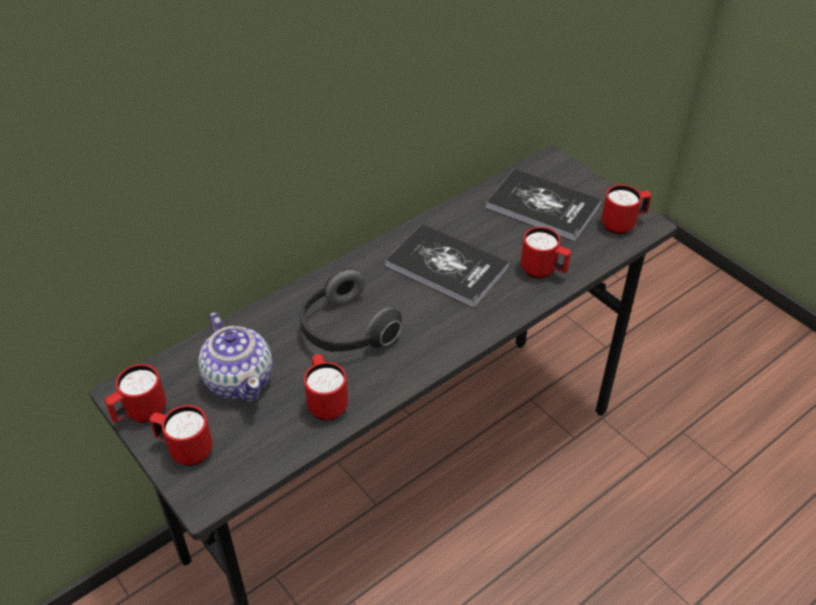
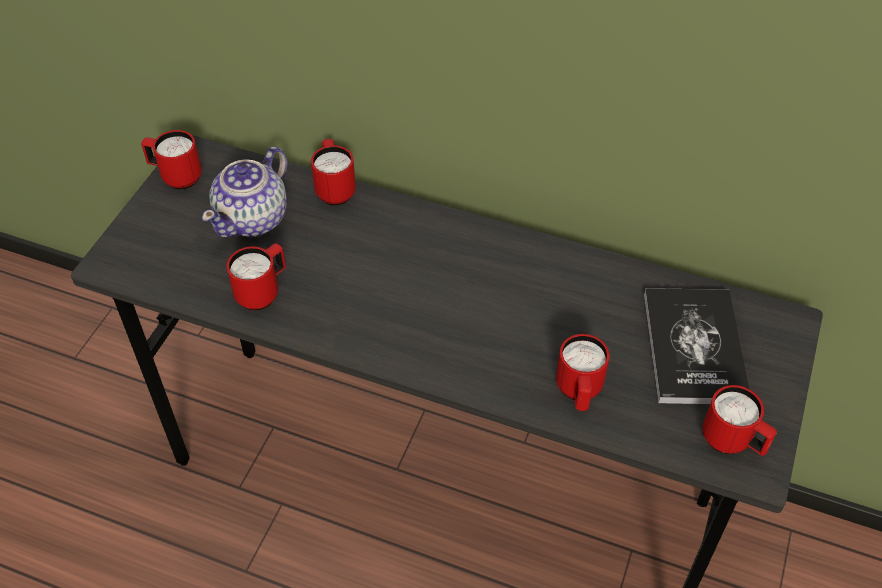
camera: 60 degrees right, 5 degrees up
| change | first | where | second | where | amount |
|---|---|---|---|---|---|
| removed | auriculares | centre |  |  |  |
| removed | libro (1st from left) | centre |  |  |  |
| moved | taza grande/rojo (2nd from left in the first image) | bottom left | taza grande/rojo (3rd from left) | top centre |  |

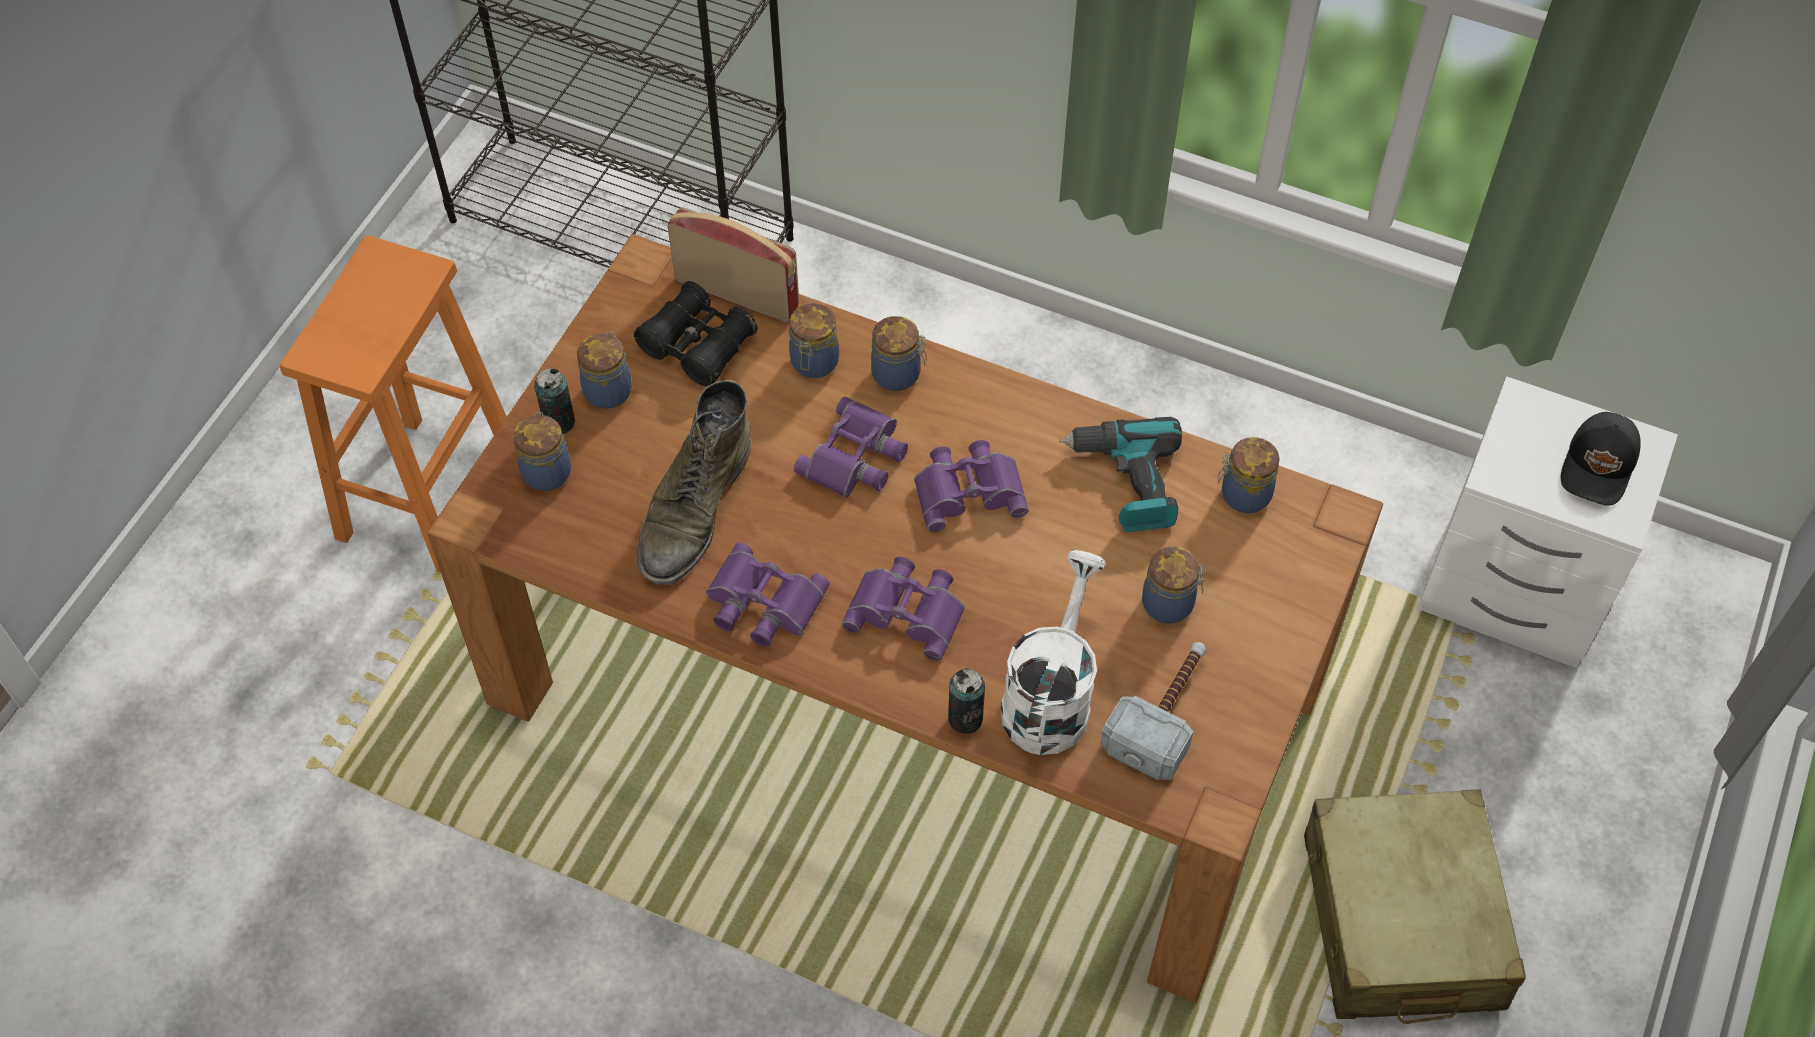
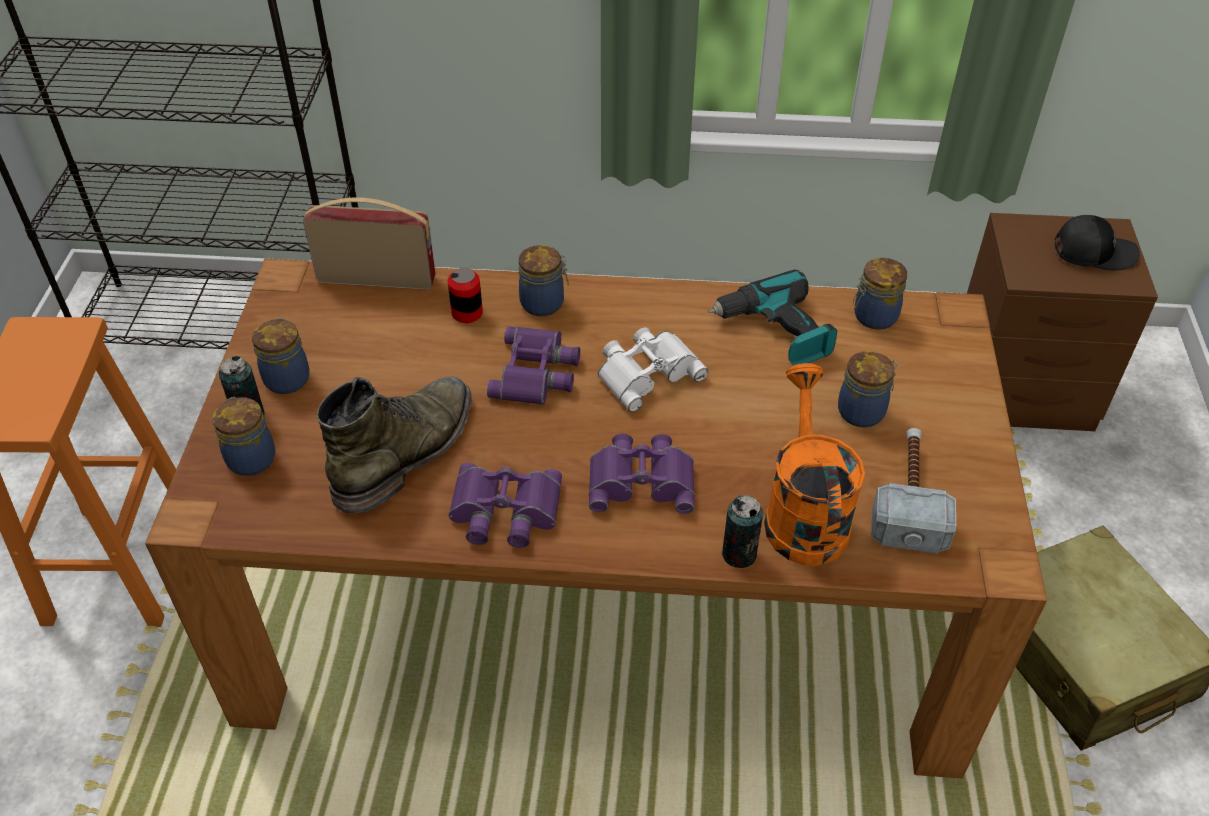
camera: 20 degrees left, 10 degrees down
| change | first | where | second | where | amount |
|---|---|---|---|---|---|
| removed | prismáticos/negro | top centre |  |  |  |
| replaced | tarro (3rd from left) | top centre | lata (2nd from left) | centre |  |
| recoloured | prismáticos/morado (4th from left) | centre | prismáticos/blanco | centre |  |
| recoloured | regadera/blanco | centre | regadera/naranja | middle right |  |
| recoloured | mesita de noche/blanco | middle right | mesita de noche/marrón | middle right |  |
| turned | bota/verde | centre |  | middle left | 150 degrees counterclockwise |
| turned | gorra/negro | middle right |  | top right | 90 degrees counterclockwise |

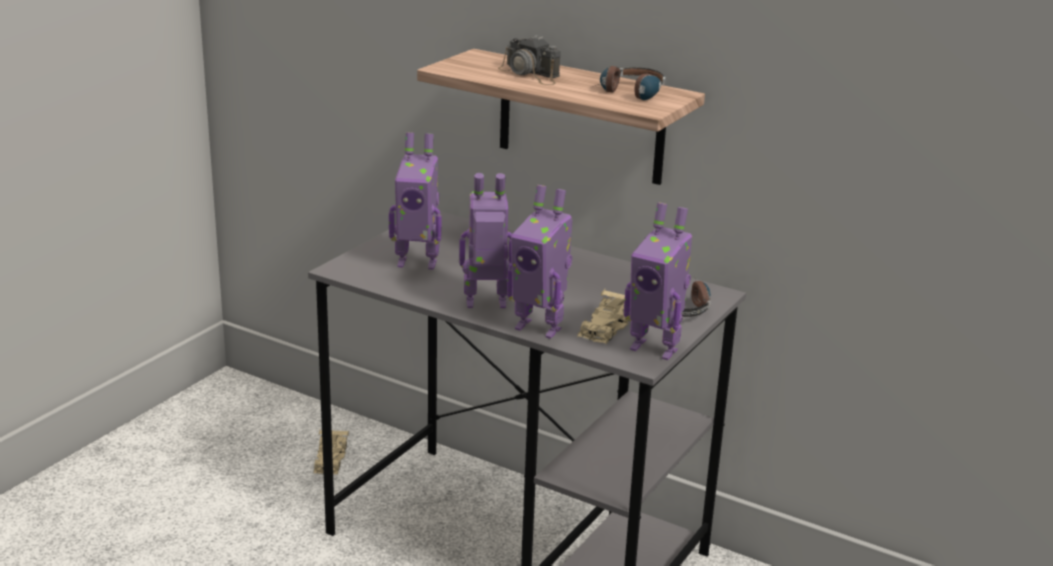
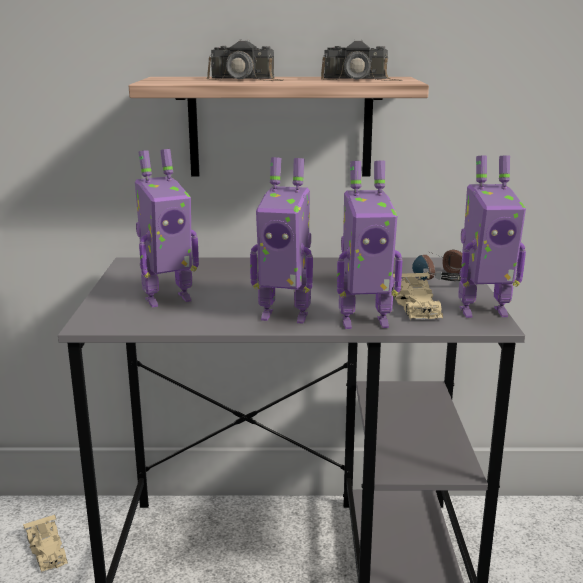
camera: 30 degrees left, 5 degrees down
| change | first | where | second | where | amount |
|---|---|---|---|---|---|
| replaced | auriculares (1st from left) | top centre | cámara (2nd from left) | top centre |  |
| turned | robot de juguete (2nd from left) | centre |  | centre | 135 degrees counterclockwise |

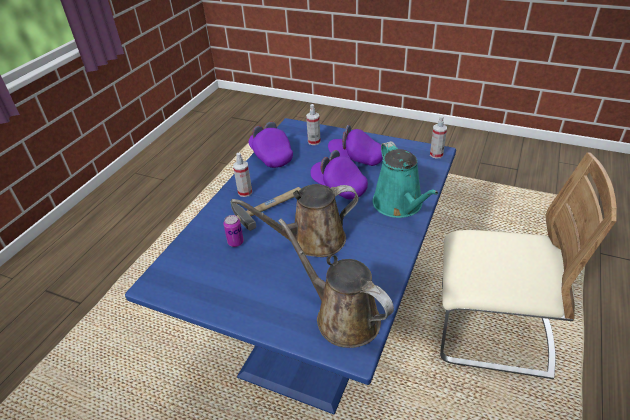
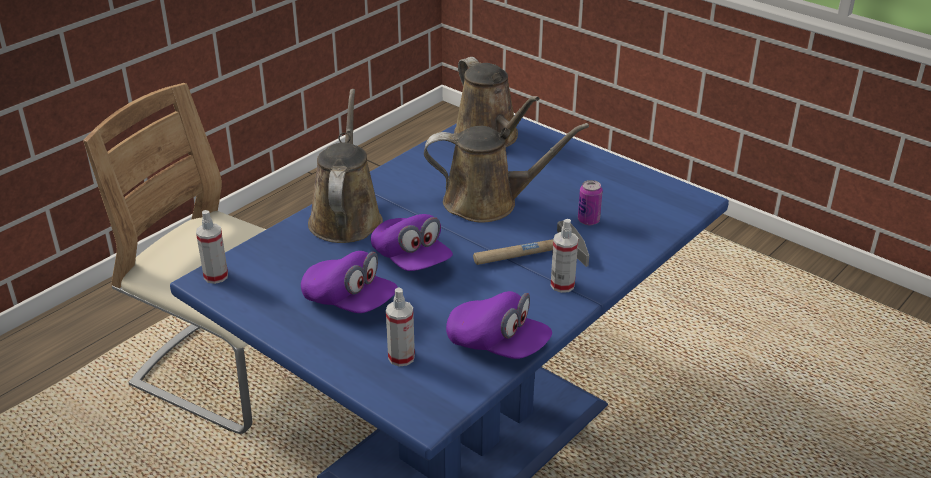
camera: 165 degrees left, 5 degrees down
| change | first | where | second | where | amount |
|---|---|---|---|---|---|
| recoloured | regadera/turquesa | centre | regadera/marrón (1st from left) | centre |  |
| turned | gorra/morado (1st from left in the first image) | centre | gorra/morado (3rd from left) | bottom centre | 45 degrees counterclockwise |

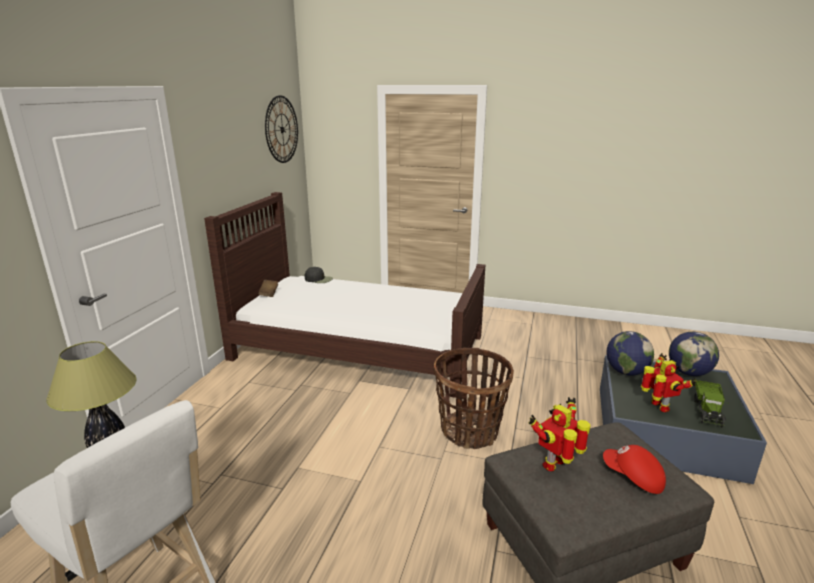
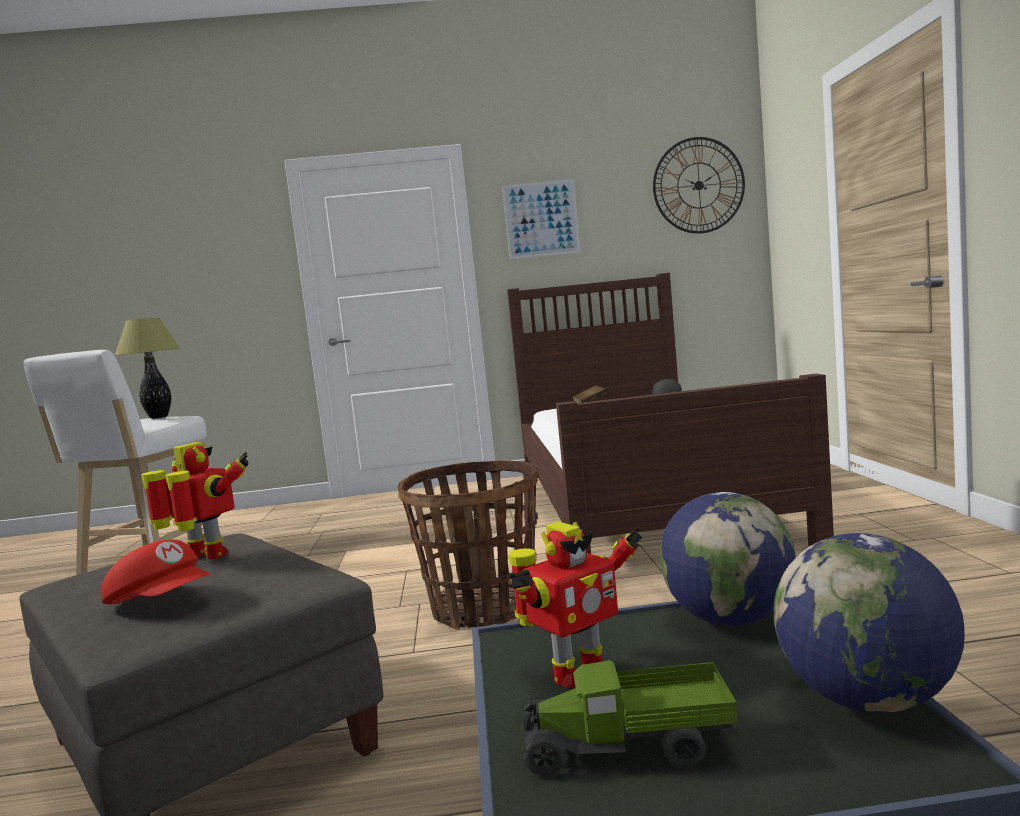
camera: 70 degrees right, 15 degrees down
| change | first | where | second | where | amount |
|---|---|---|---|---|---|
| added |  |  | cuadro | top centre |  |
| turned | gorra/rojo | bottom right |  | bottom left | 105 degrees clockwise |

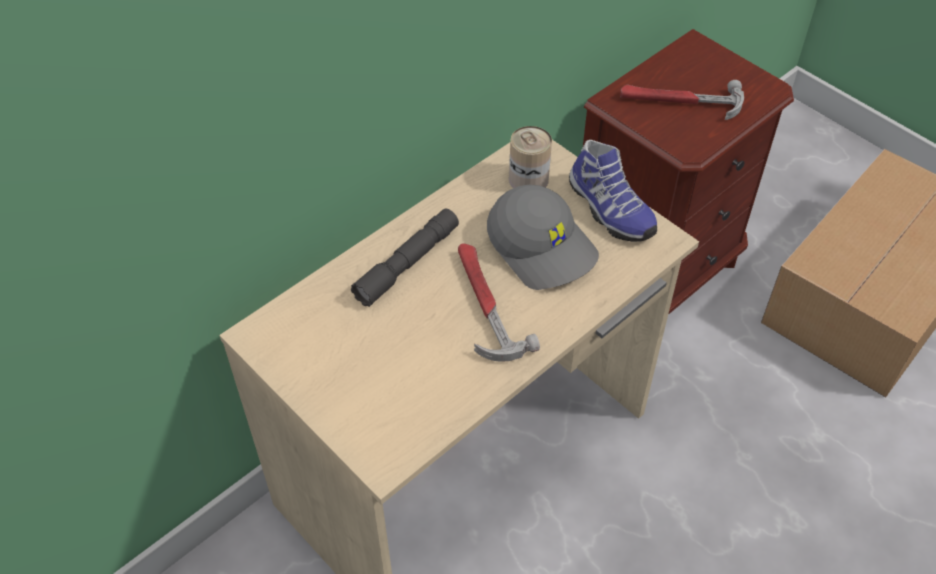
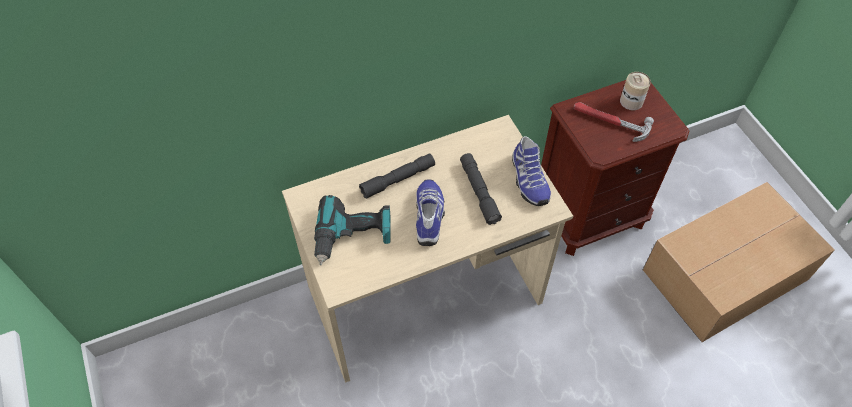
camera: 20 degrees right, 5 degrees up
| change | first | where | second | where | amount |
|---|---|---|---|---|---|
| added |  |  | taladro | centre |  |
| moved | lata | top centre |  | top right |  |
| replaced | martillo (1st from left) | centre | zapato (1st from left) | centre |  |
| replaced | gorra/gris | centre | linterna/gris (2nd from left) | centre |  |

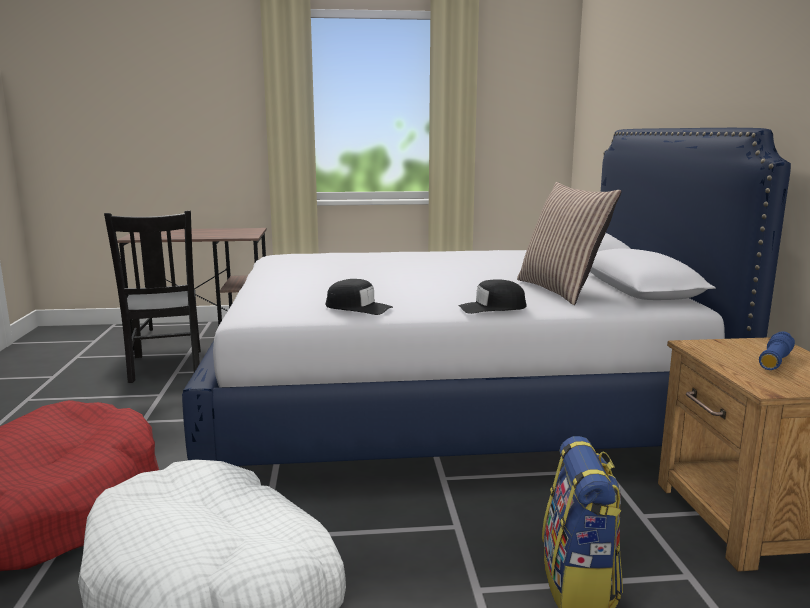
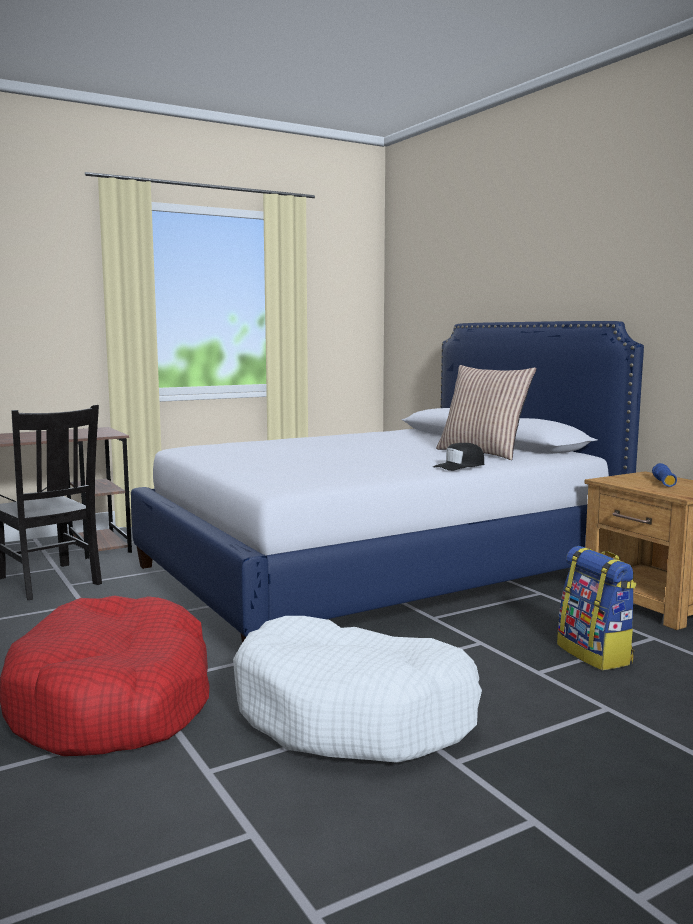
camera: 25 degrees left, 5 degrees down
| change | first | where | second | where | amount |
|---|---|---|---|---|---|
| removed | gorra/negro (1st from left) | centre |  |  |  |

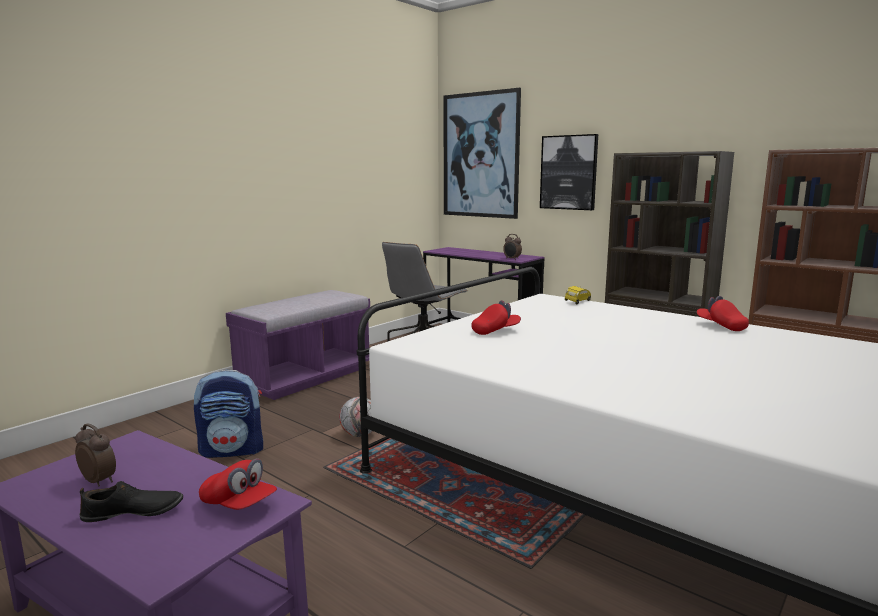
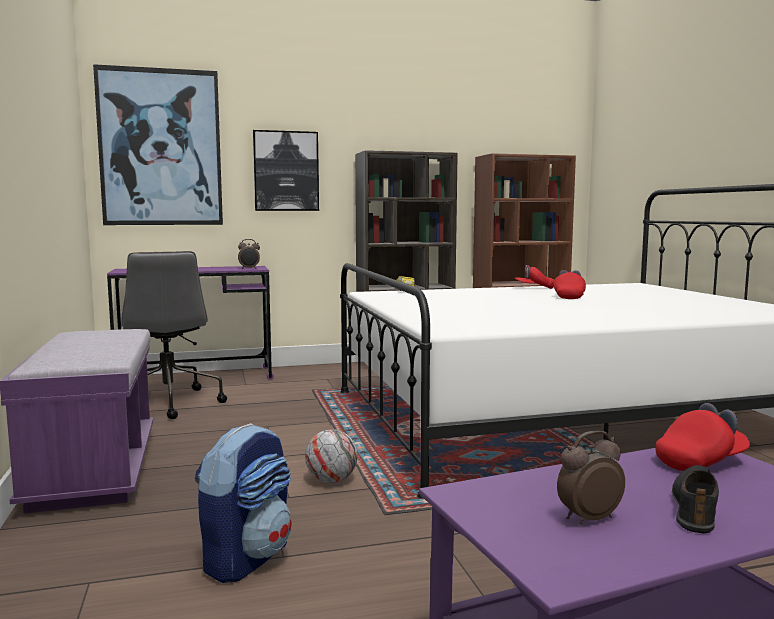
camera: 55 degrees left, 5 degrees down
| change | first | where | second | where | amount |
|---|---|---|---|---|---|
| moved | gorra/rojo (2nd from left) | centre |  | middle right |  |

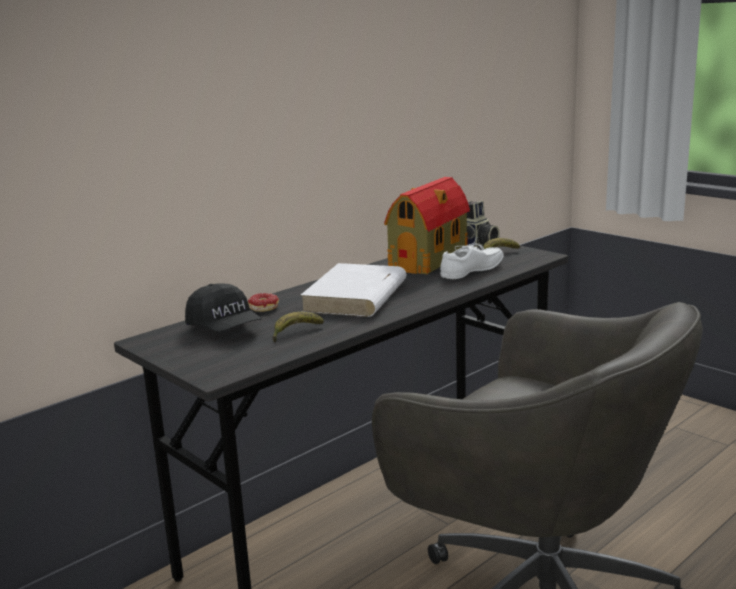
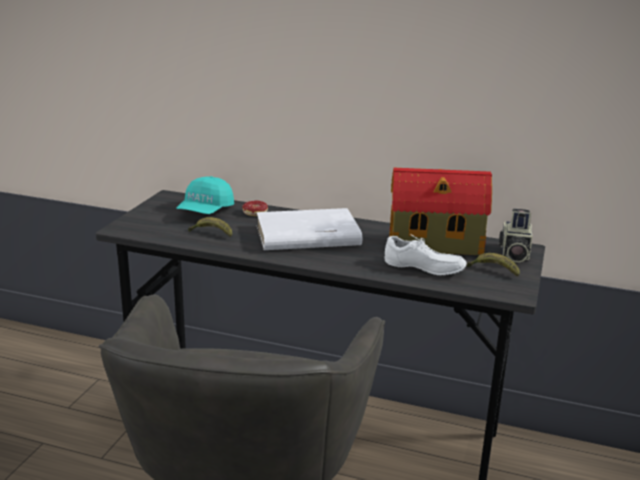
camera: 60 degrees right, 5 degrees up
| change | first | where | second | where | amount |
|---|---|---|---|---|---|
| recoloured | gorra/negro | middle left | gorra/turquesa | middle left |  |

